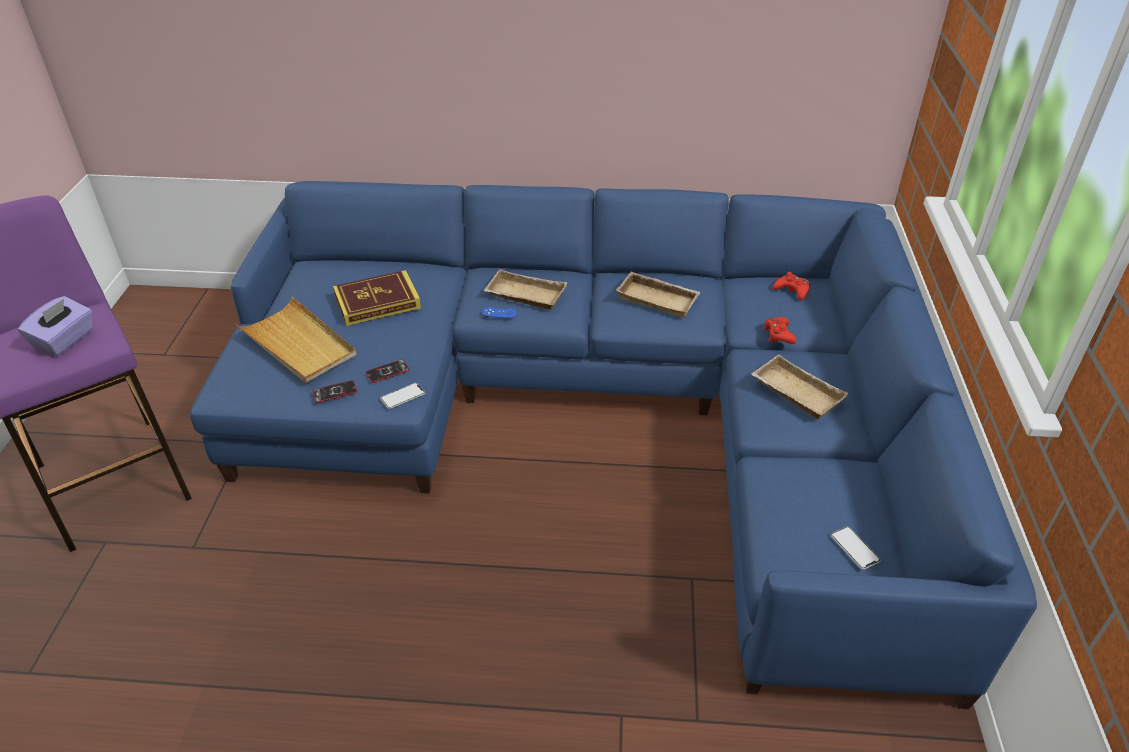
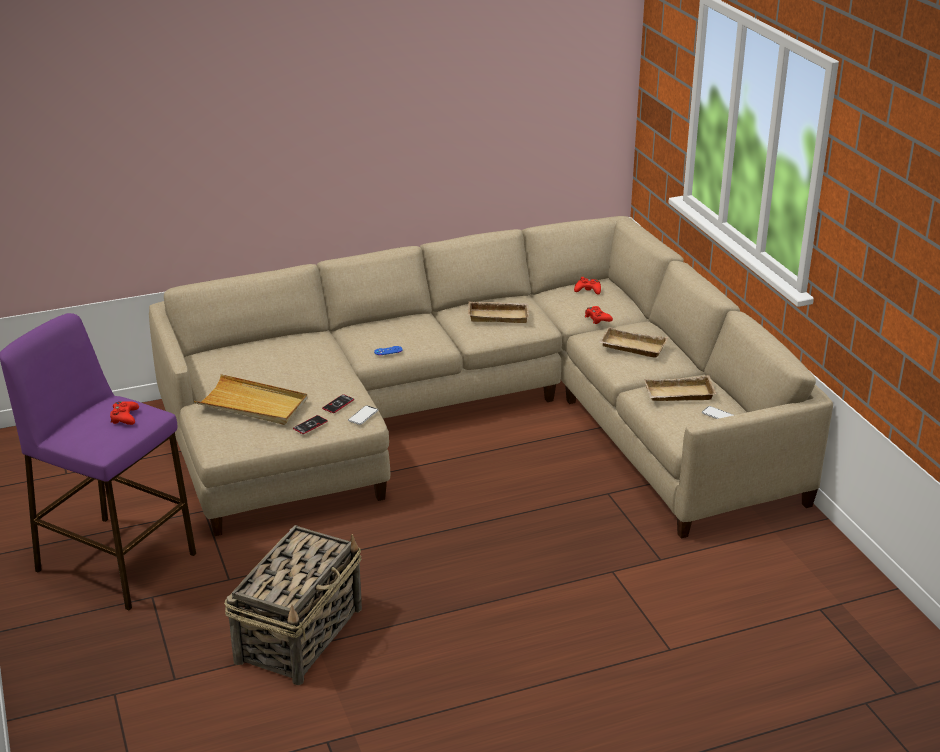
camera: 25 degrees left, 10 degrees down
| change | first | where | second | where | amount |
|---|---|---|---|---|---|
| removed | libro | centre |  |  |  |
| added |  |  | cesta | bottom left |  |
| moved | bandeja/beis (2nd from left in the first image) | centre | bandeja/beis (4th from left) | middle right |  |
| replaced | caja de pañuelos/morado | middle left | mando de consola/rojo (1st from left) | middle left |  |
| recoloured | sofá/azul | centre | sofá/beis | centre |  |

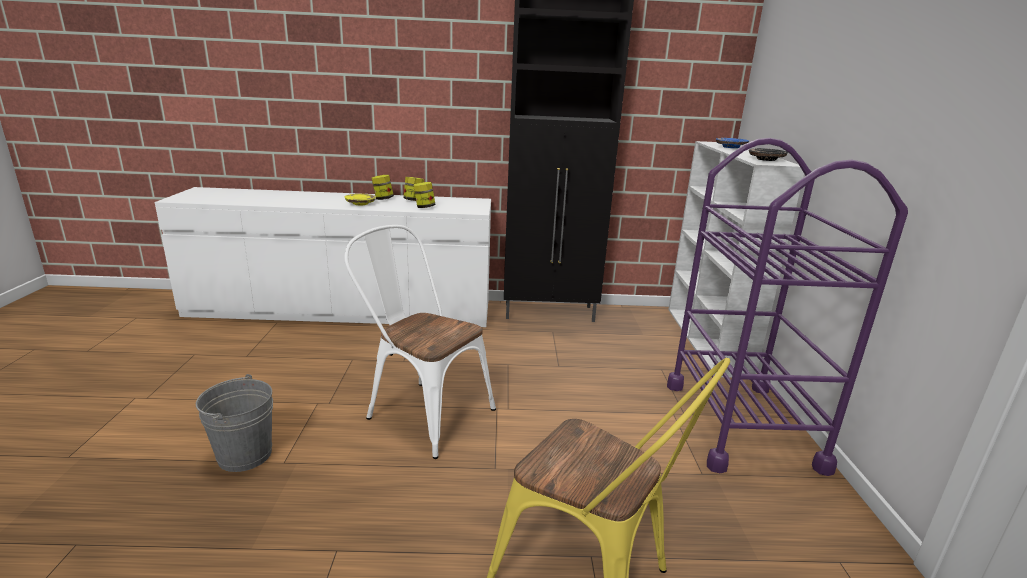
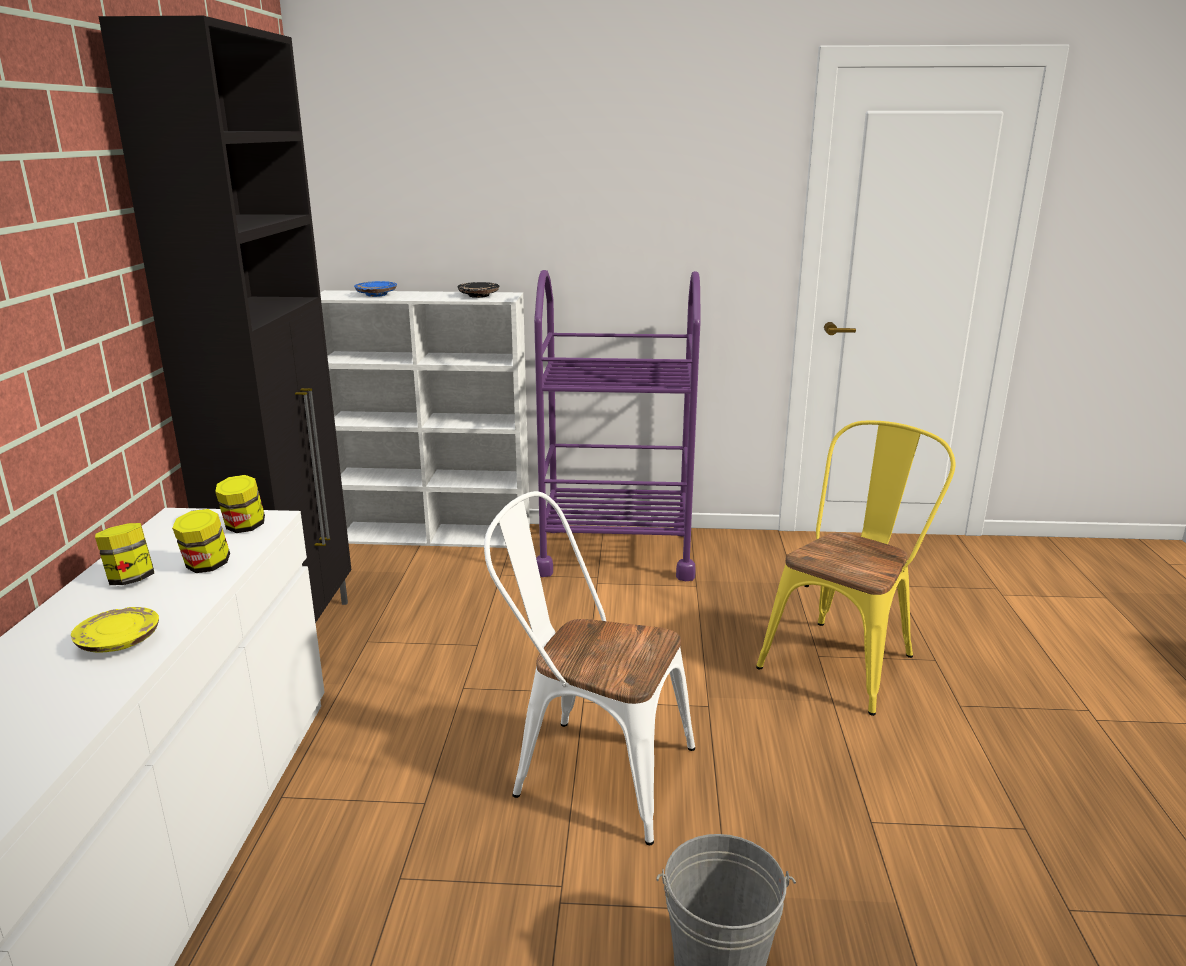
camera: 85 degrees left, 0 degrees up
| change | first | where | second | where | amount |
|---|---|---|---|---|---|
| moved | tarro (1st from left in the first image) | top centre | tarro (3rd from left) | middle left |  |
| turned | silla/blanco | centre |  | bottom centre | 75 degrees clockwise |

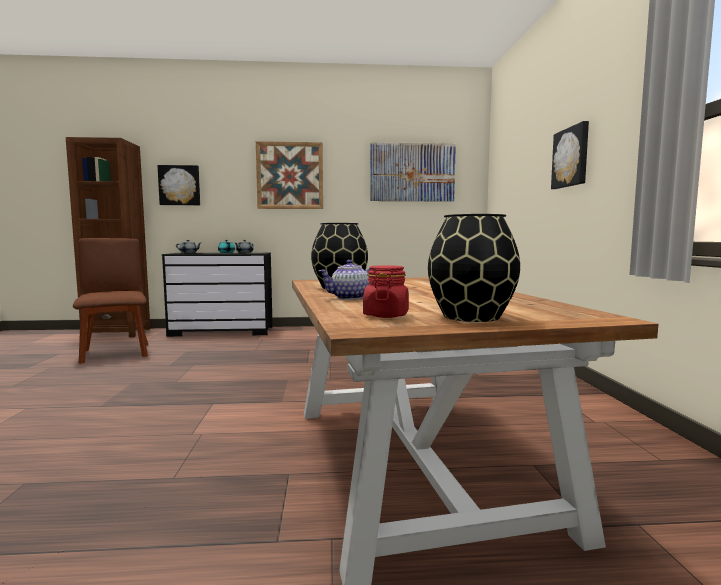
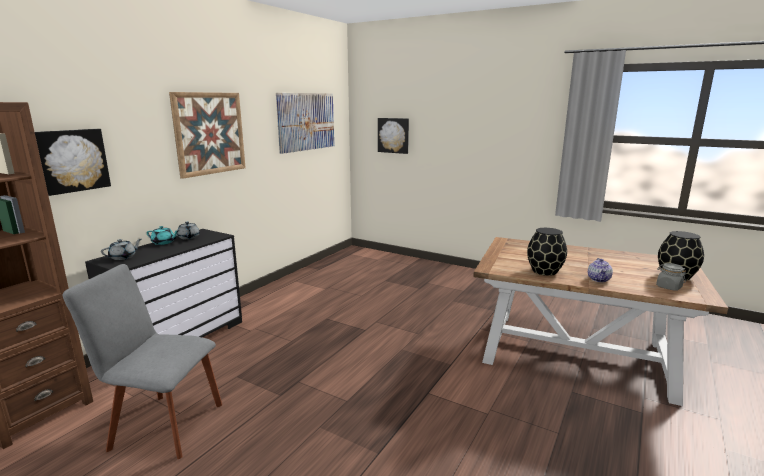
camera: 55 degrees left, 10 degrees up
| change | first | where | second | where | amount |
|---|---|---|---|---|---|
| moved | cuadro (4th from left) | top right |  | top centre |  |
| recoloured | silla/marrón | middle left | silla/gris | bottom left |  |
| recoloured | tarro/rojo | centre | tarro/gris | middle right |  |

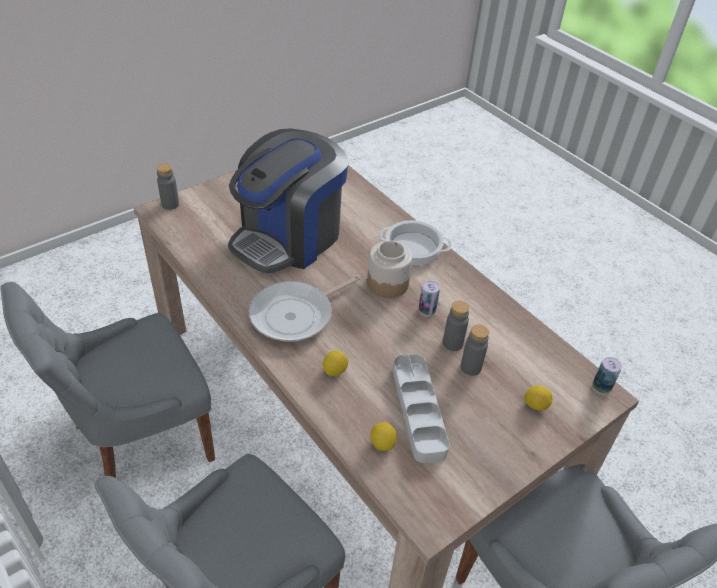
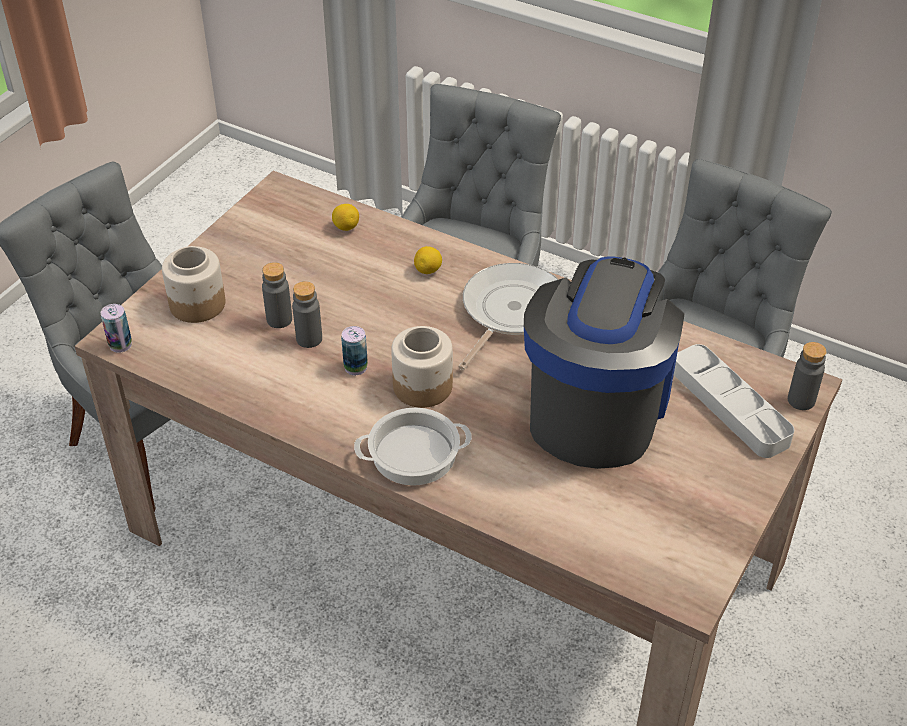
camera: 160 degrees right, 0 degrees up
| change | first | where | second | where | amount |
|---|---|---|---|---|---|
| moved | bandeja/gris | bottom centre |  | middle right |  |
| replaced | limón (3rd from left) | bottom right | tarro (1st from left) | middle left |  |

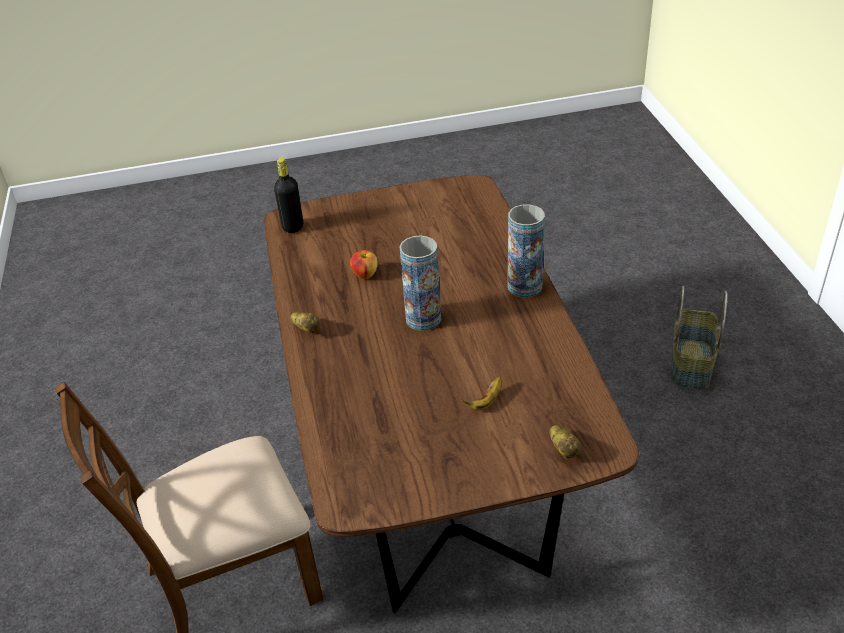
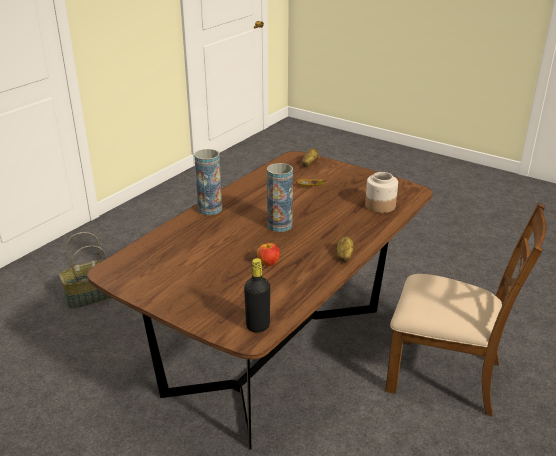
camera: 135 degrees left, 10 degrees down
| change | first | where | second | where | amount |
|---|---|---|---|---|---|
| added |  |  | tarro | middle right |  |

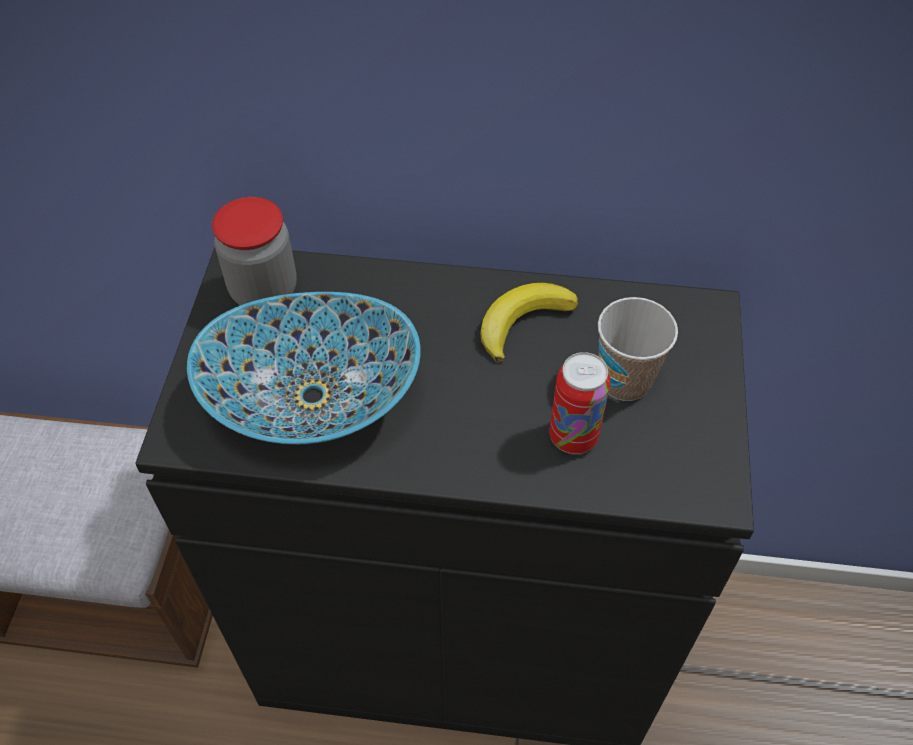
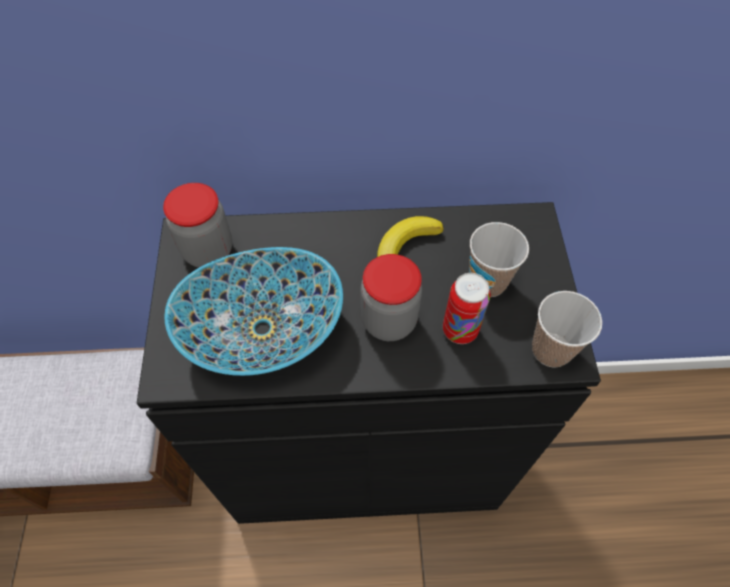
camera: 10 degrees left, 5 degrees up
| change | first | where | second | where | amount |
|---|---|---|---|---|---|
| added |  |  | tarro (2nd from left) | centre |  |
| added |  |  | taza (2nd from left) | middle right |  |

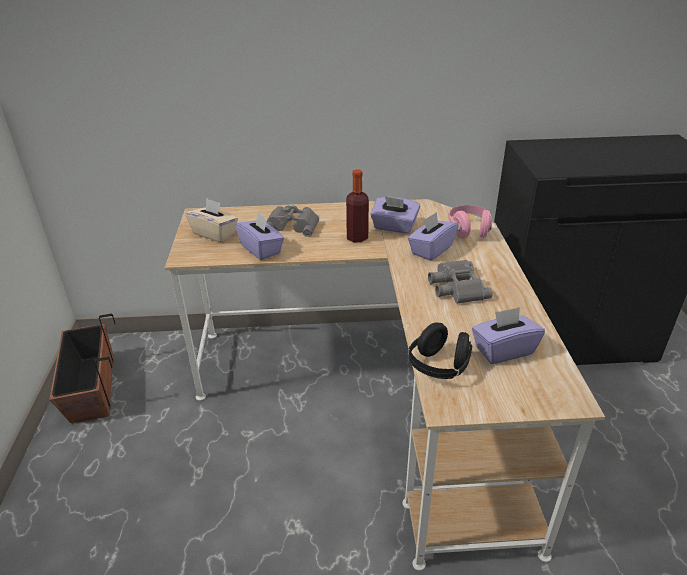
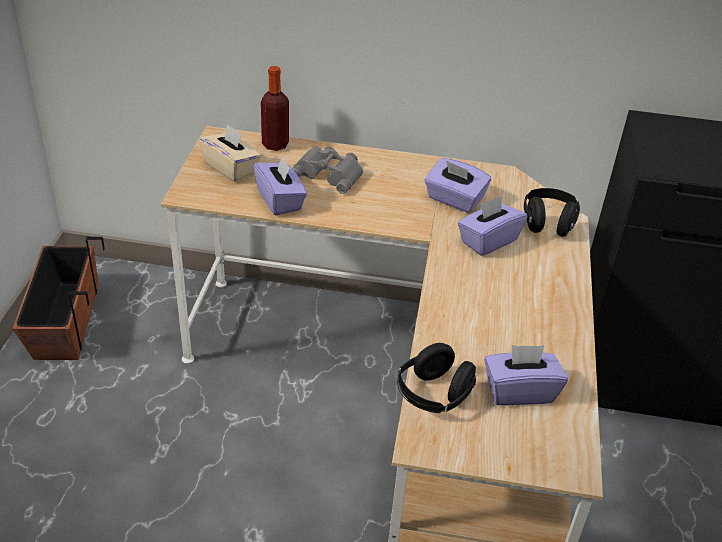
camera: 10 degrees right, 5 degrees up
| change | first | where | second | where | amount |
|---|---|---|---|---|---|
| removed | prismáticos/gris (2nd from left) | middle right |  |  |  |
| moved | botella | centre |  | top centre |  |
| recoloured | auriculares/rosa | middle right | auriculares/negro (2nd from left) | middle right |  |

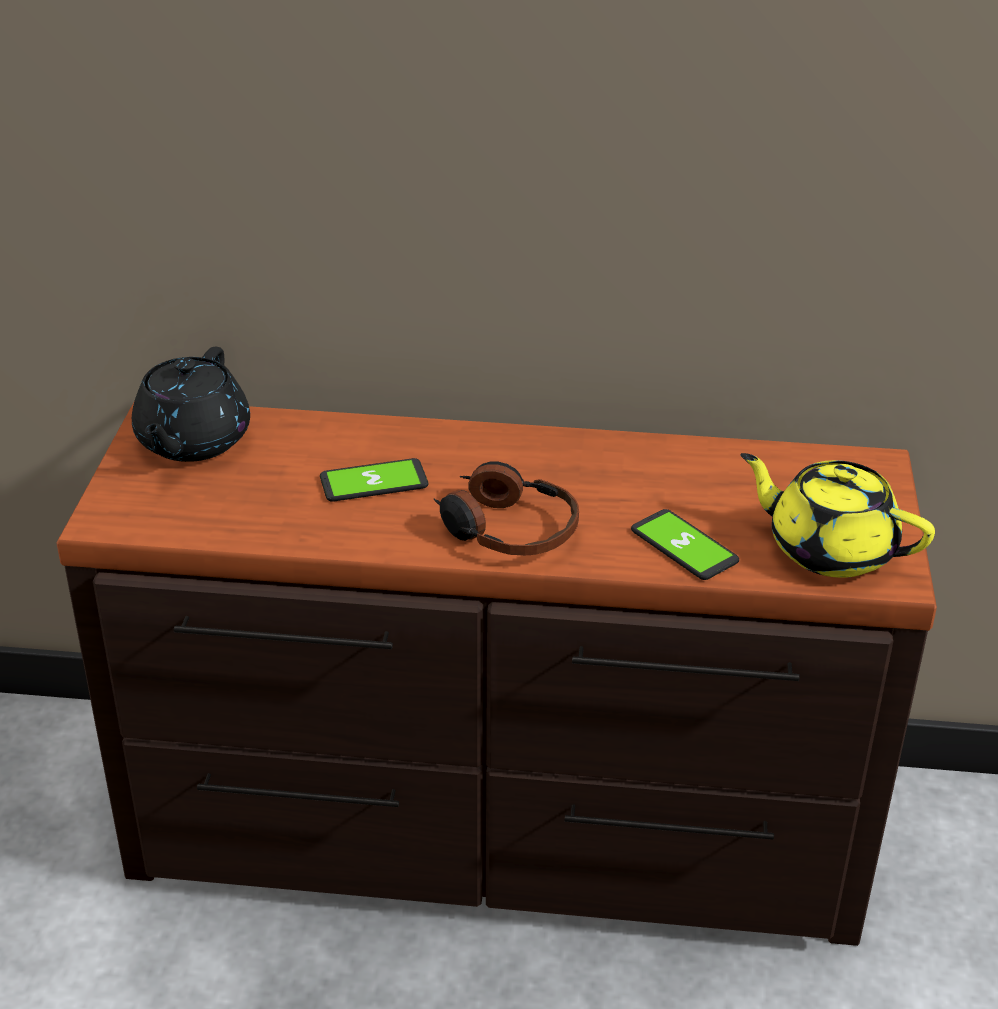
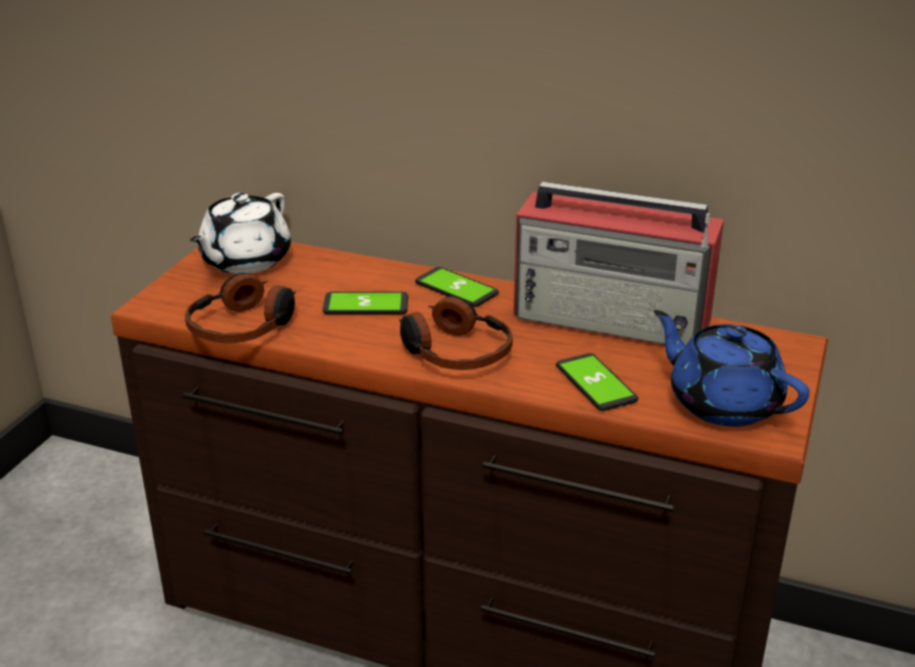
camera: 15 degrees right, 5 degrees down
| change | first | where | second | where | amount |
|---|---|---|---|---|---|
| added |  |  | auriculares (1st from left) | middle left |  |
| added |  |  | móvil (2nd from left) | centre |  |
| added |  |  | radio | middle right |  |
| recoloured | tetera/negro | middle left | tetera/blanco | middle left |  |
| recoloured | tetera/amarillo | middle right | tetera/azul | middle right |  |

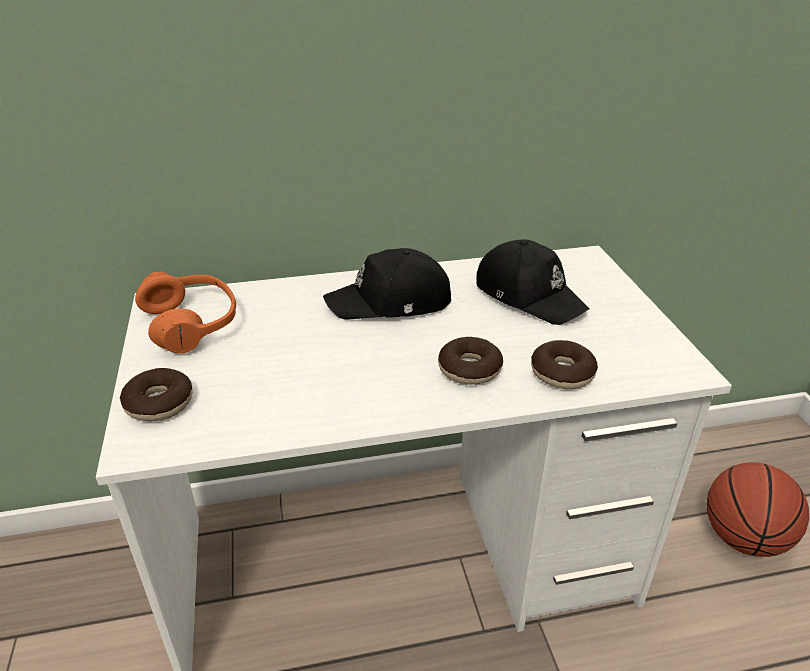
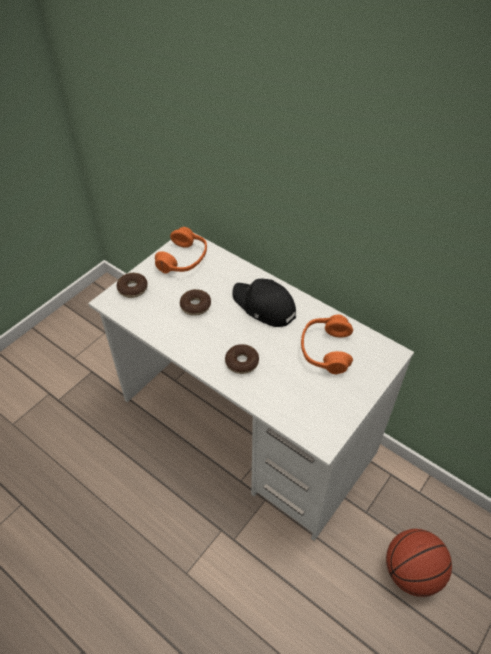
camera: 50 degrees right, 15 degrees up
| change | first | where | second | where | amount |
|---|---|---|---|---|---|
| moved | rosquilla (3rd from left in the first image) | middle right | rosquilla (2nd from left) | centre |  |
| replaced | gorra/negro (2nd from left) | centre | auriculares/naranja (2nd from left) | centre |  |

